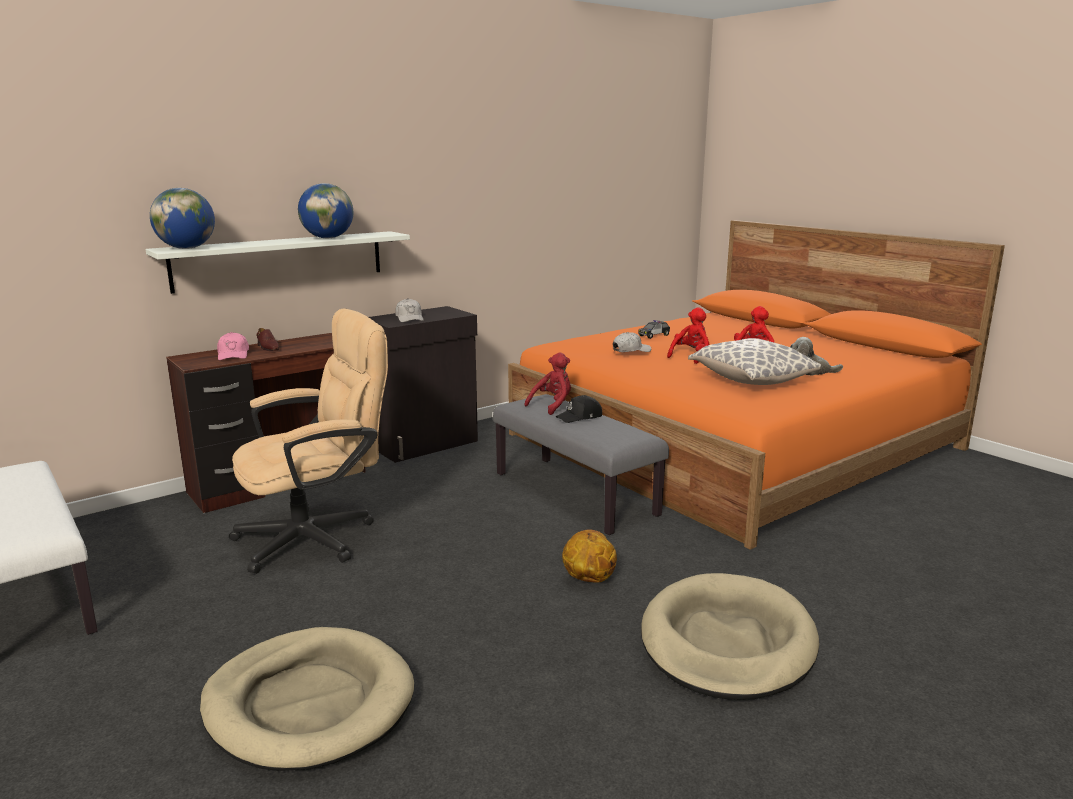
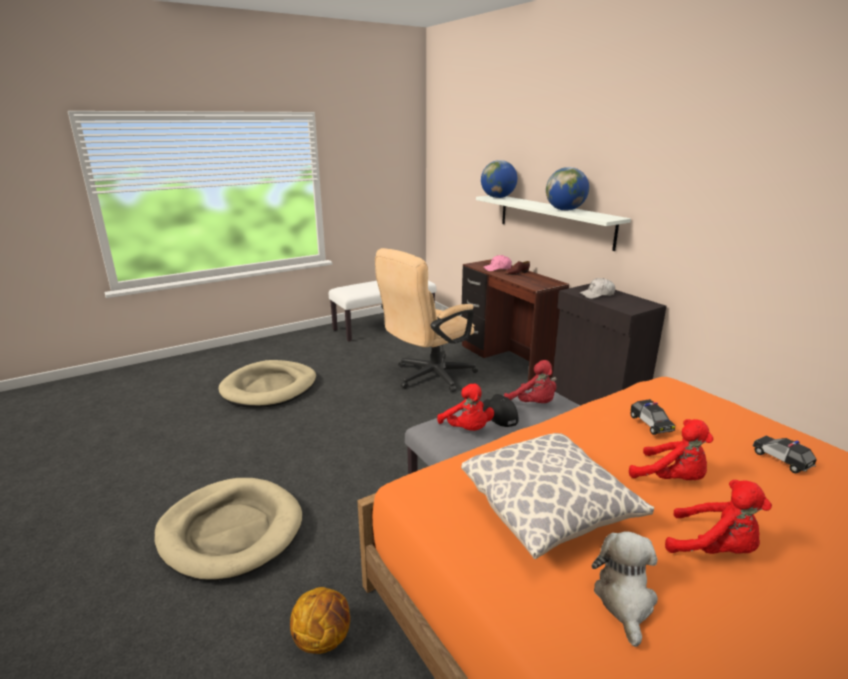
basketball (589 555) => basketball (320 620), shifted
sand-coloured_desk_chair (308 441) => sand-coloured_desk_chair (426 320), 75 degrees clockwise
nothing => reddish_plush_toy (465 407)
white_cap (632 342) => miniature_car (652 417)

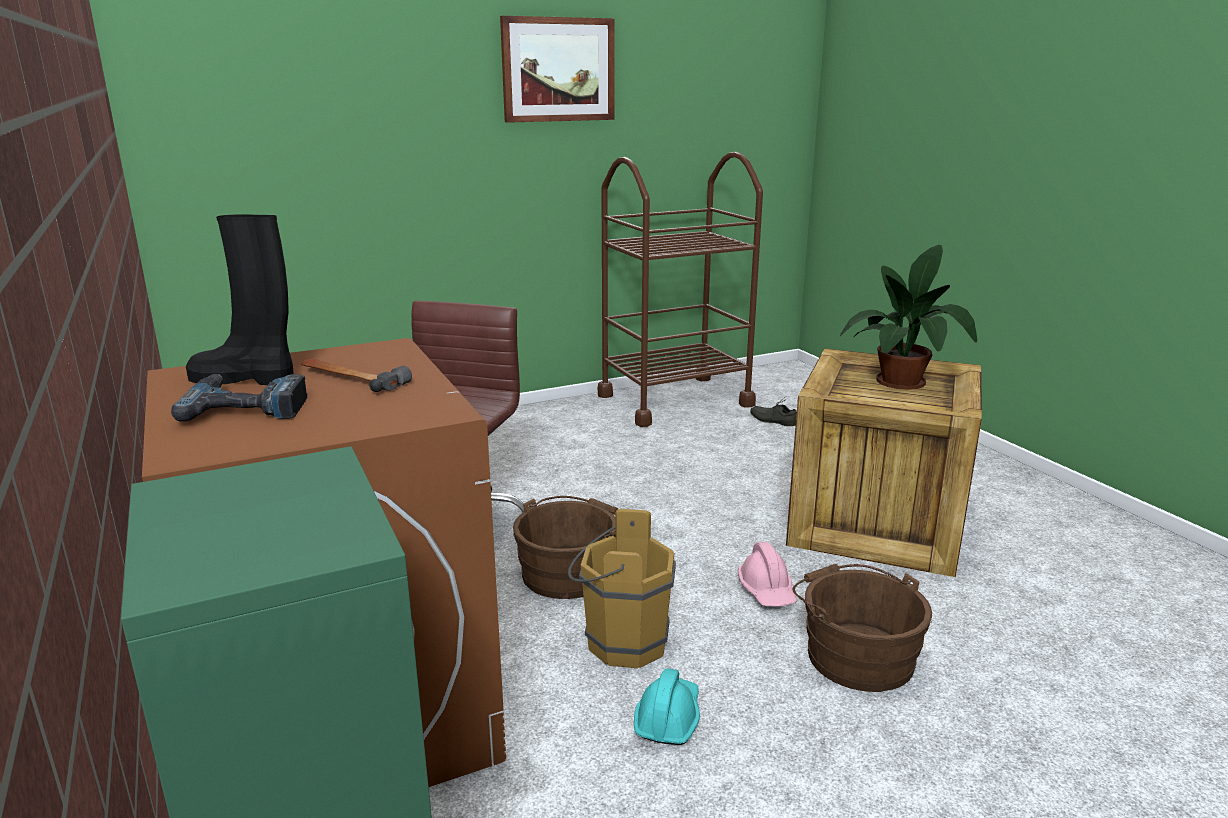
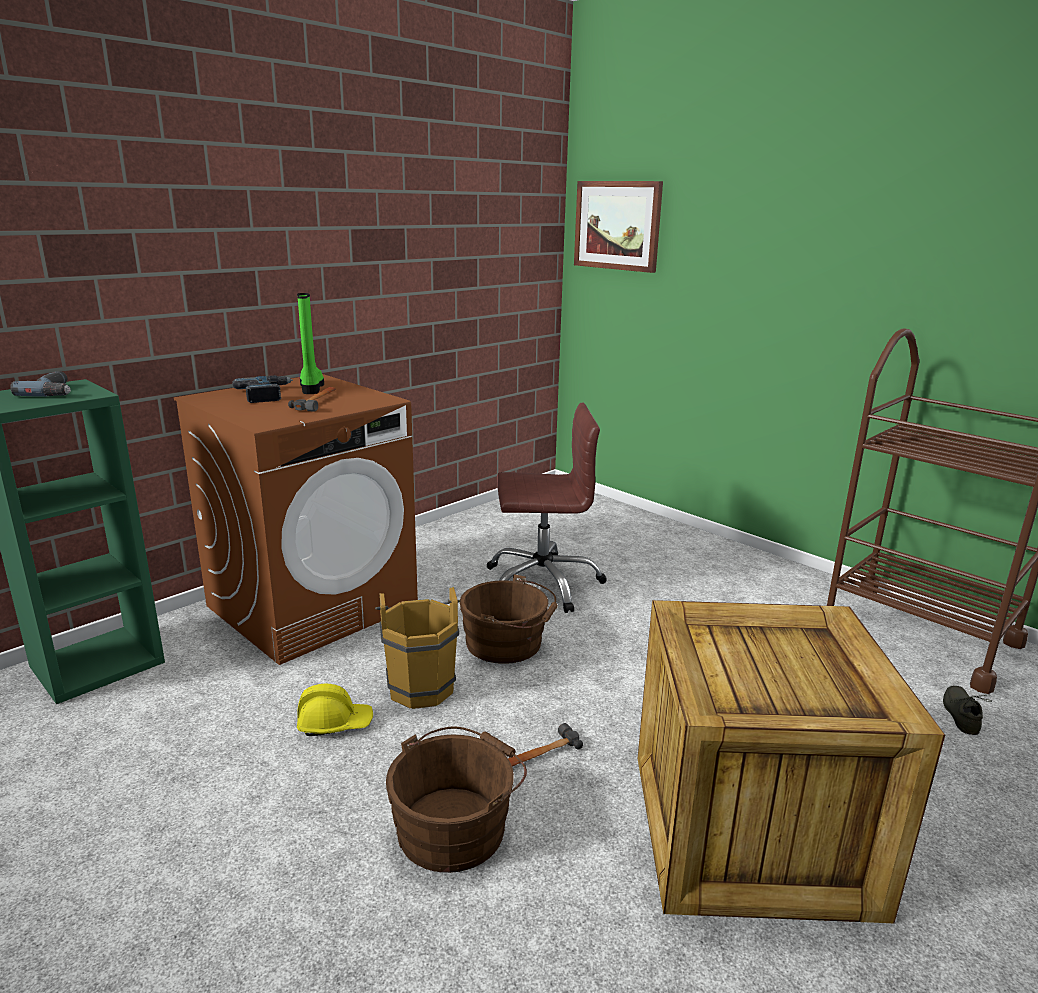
nothing => power_drill (40 384)
black-coloured_high-top_boot (240 299) => green_high-top_boot (310 343)
blue-green_work_helmet (667 706) => yellowish_work_helmet (335 710)
pink-coloured_work_helmet (767 574) => hammer (545 745)
picture (557 69) => picture (618 227), shifted
potted_plant (908 317) => nothing

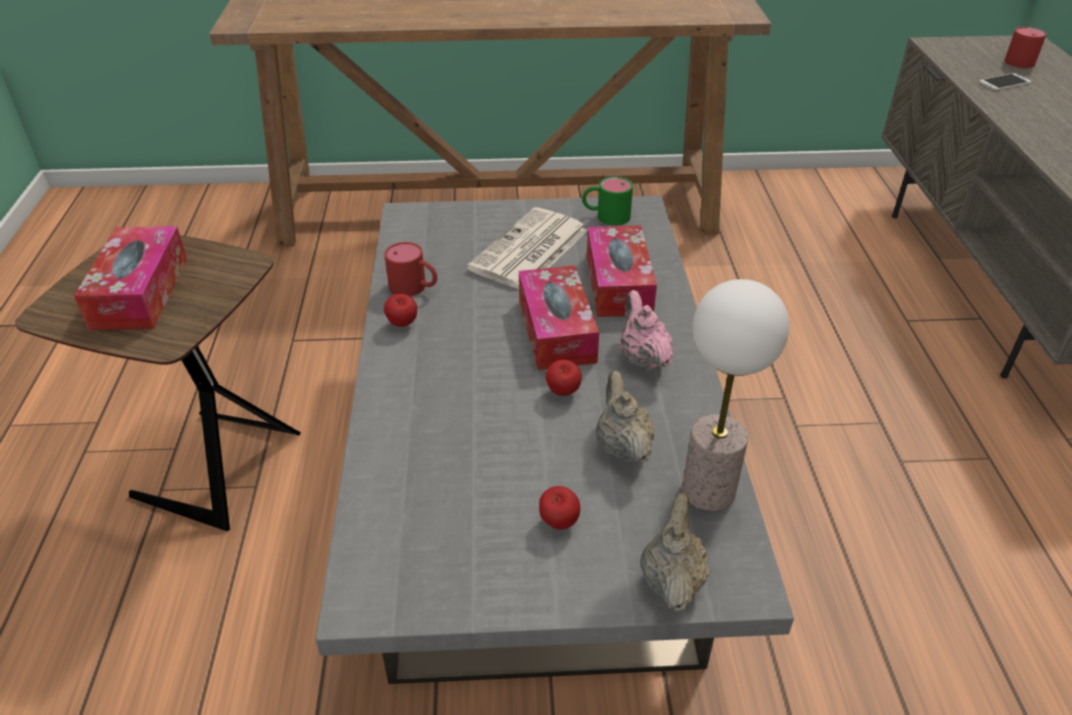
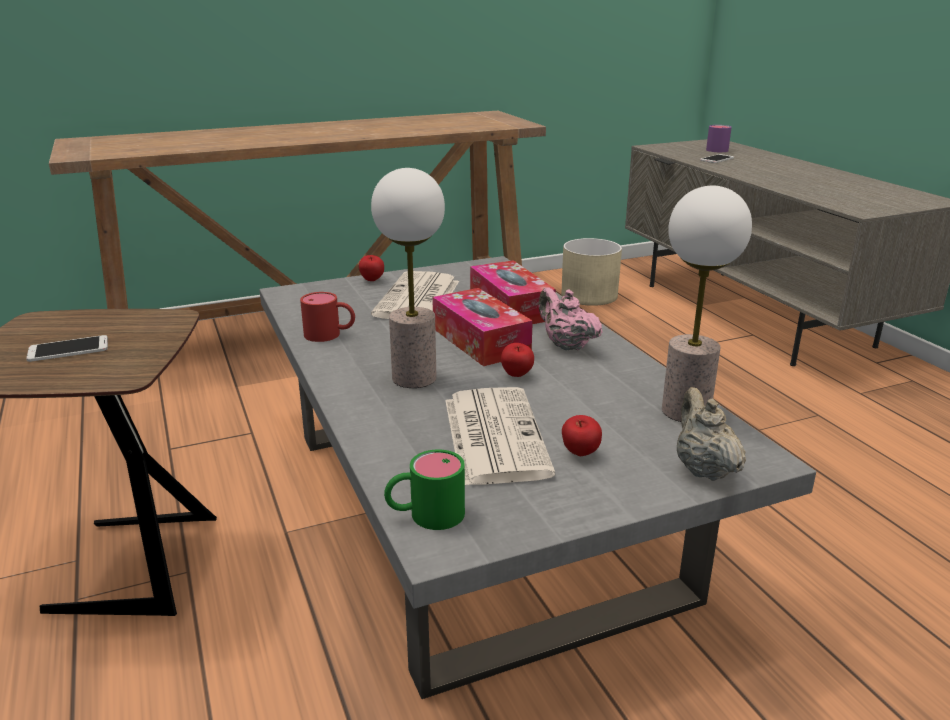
tissue_holder (130 278) => phone (67 348)
apple (400 310) => apple (371 268), shifted
nothing => table_lamp (408 278)
green_tea_mug (607 200) => green_tea_mug (424 489), shifted
nothing => printed_paper (500 436)
nothing => sand-coloured_planter (591 272)
reddish_tea_mug (1025 47) => purple-coloured_tea_mug (719 138)
sand-coloured_teapot (625 416) => nothing

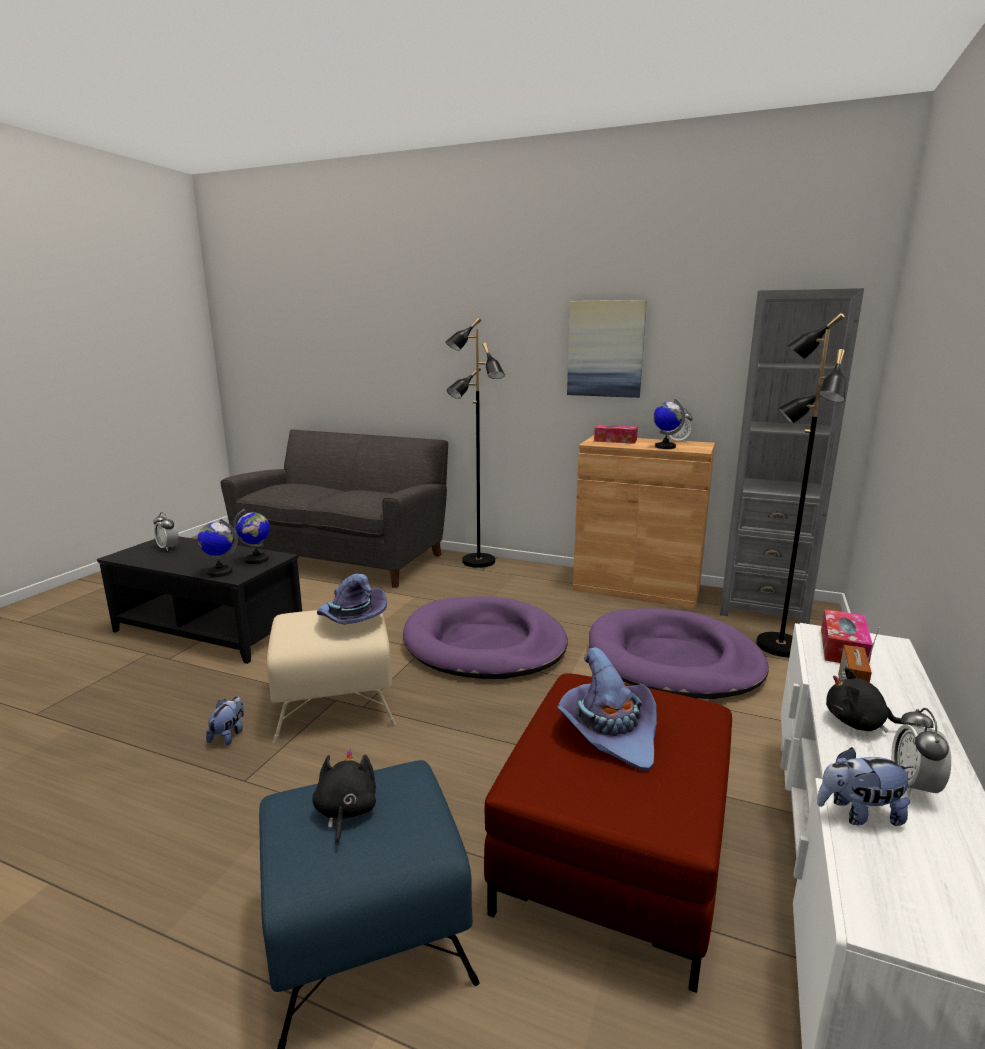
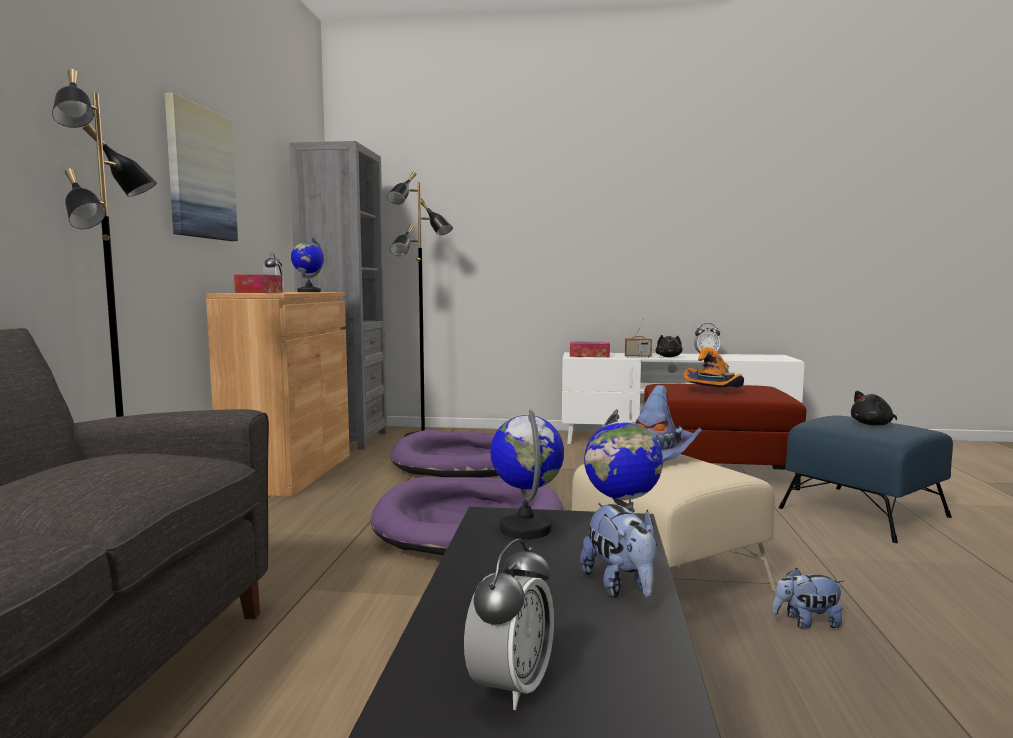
plush_toy (865 786) => plush_toy (618 550), shifted
purple-coloured_hat (607 709) => orangey_hat (714 367)

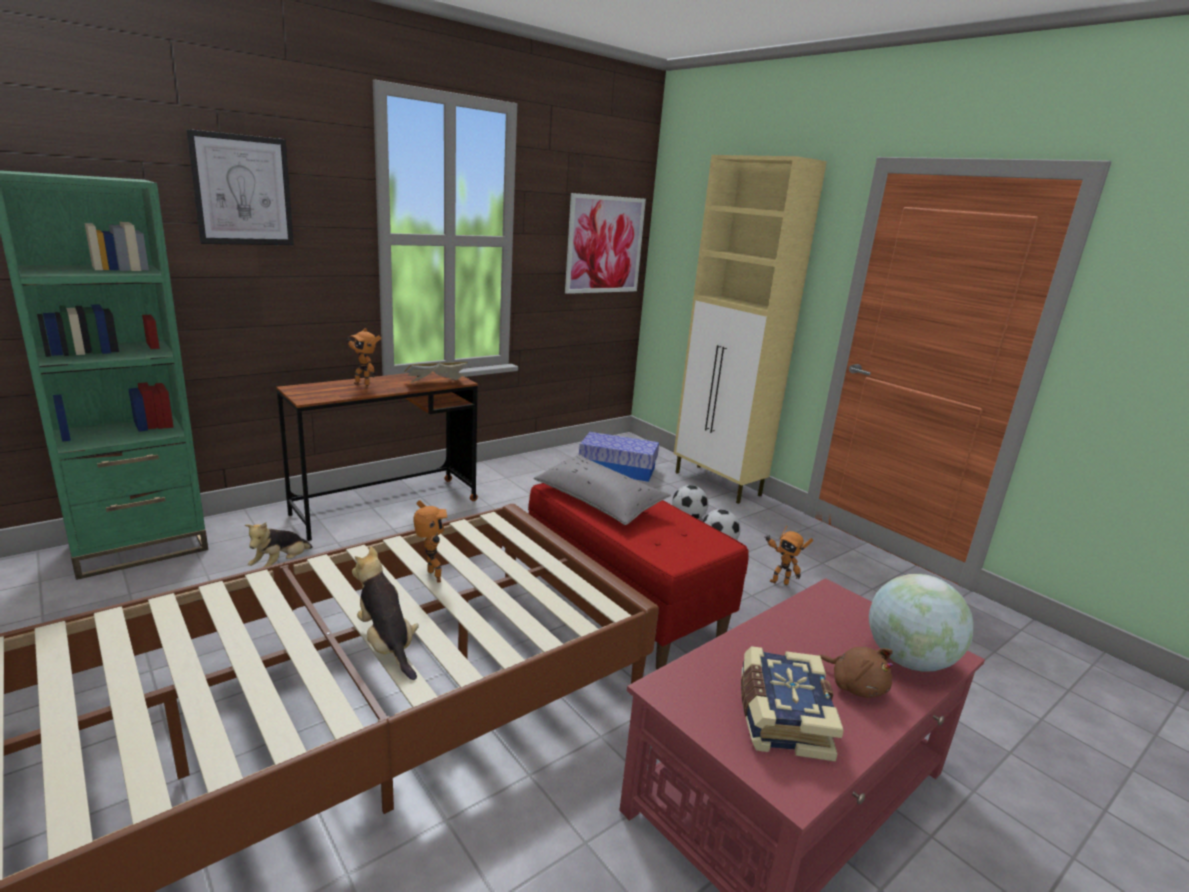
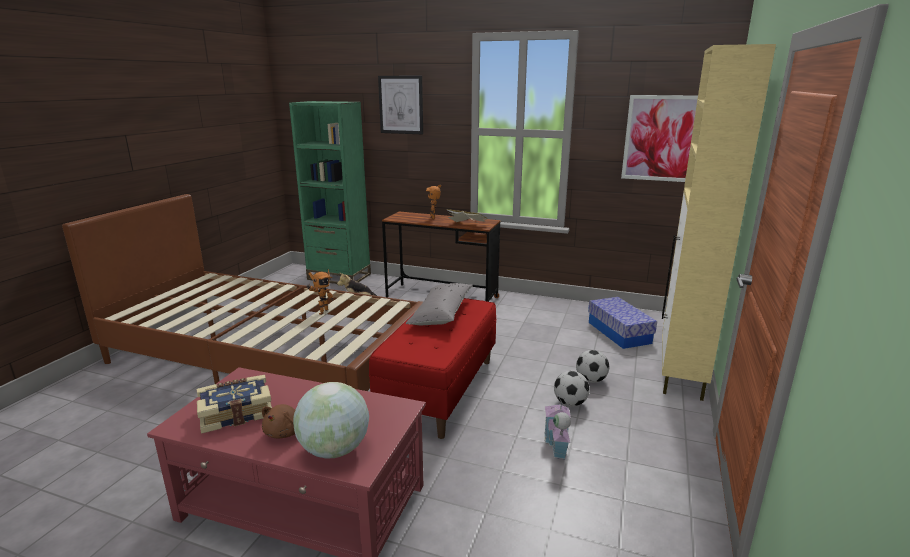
robot_figure (789 555) => toy_house (557 426)
plush_toy (385 613) => nothing

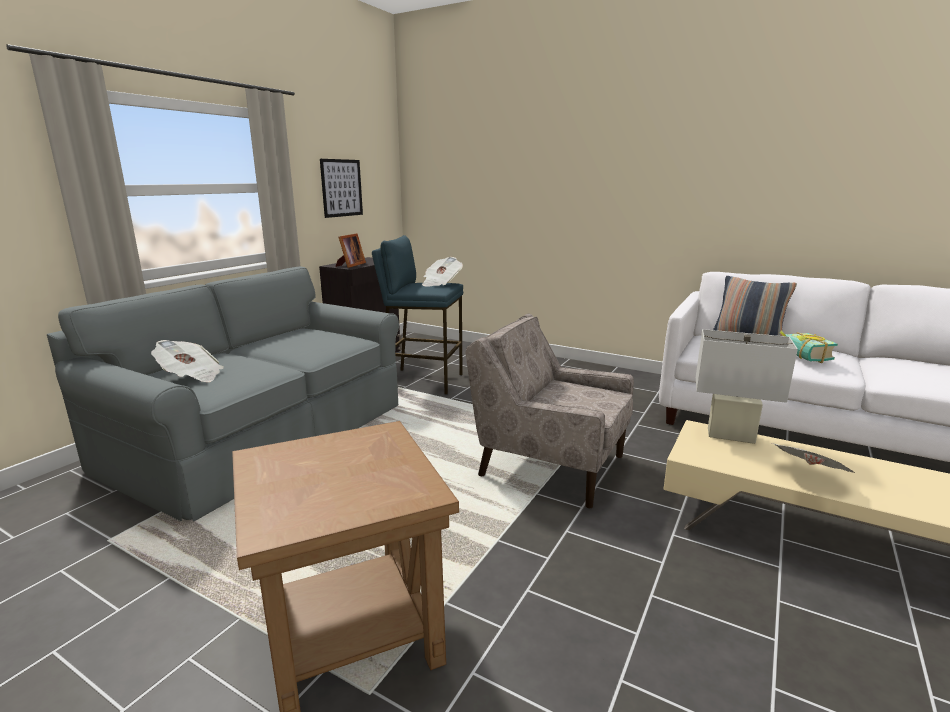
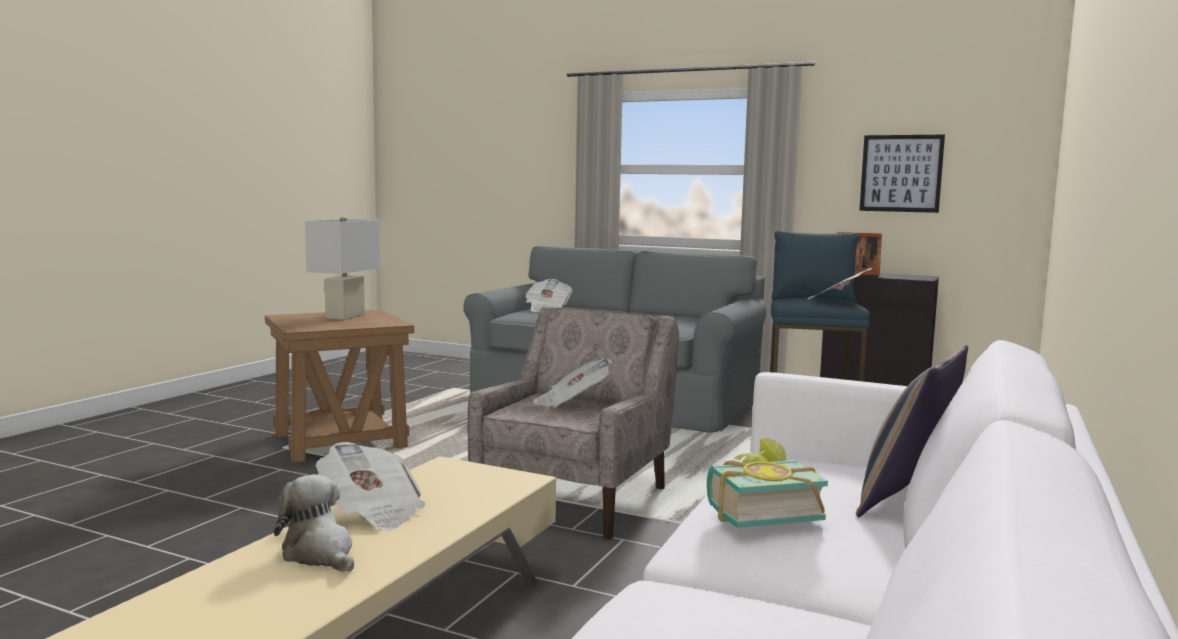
nothing => plush_toy (314 523)
white_table_lamp (747 386) => white_table_lamp (342 269), shifted
nothing => printed_paper (573 383)

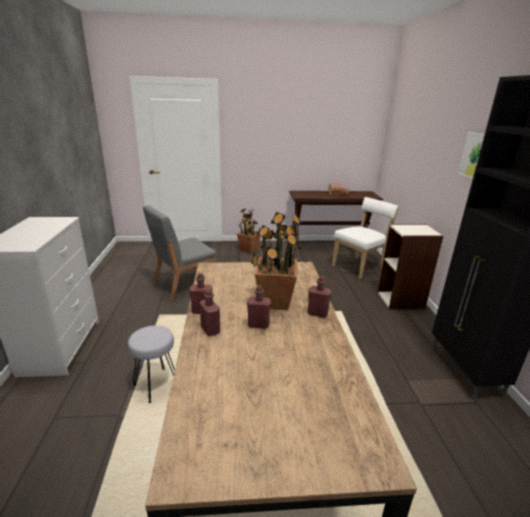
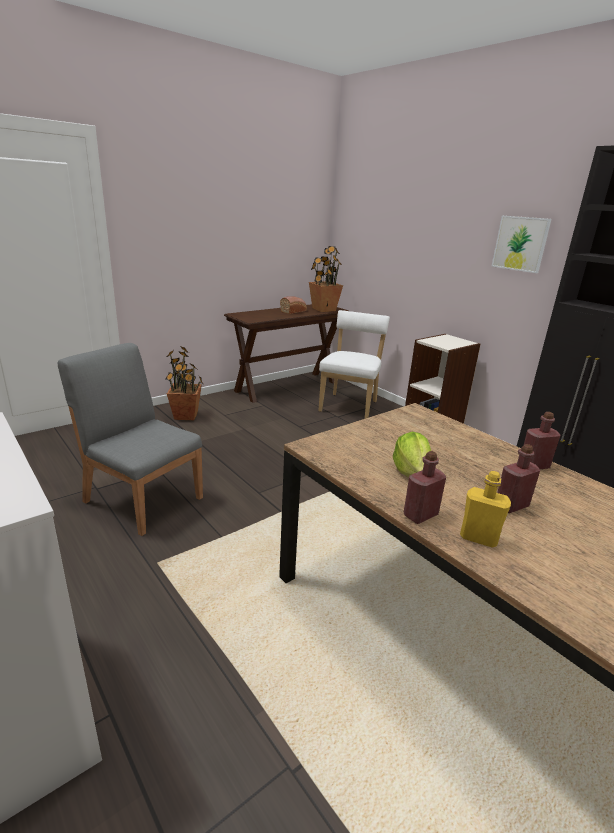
greyish_chair (180 253) => greyish_chair (130 439), 105 degrees clockwise
potted_plant (276 261) => potted_plant (326 279), shifted
nothing => head_of_lettuce (412 454)
reddish_beverage_bottle (209 313) => yellowish_beverage_bottle (485 509)
greyish_stool_seat (151 364) => nothing

